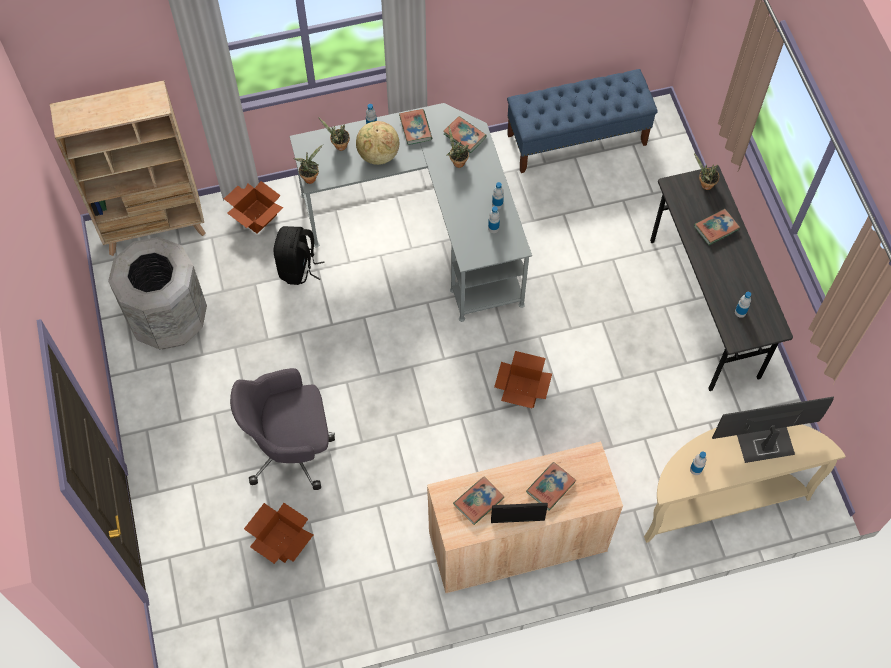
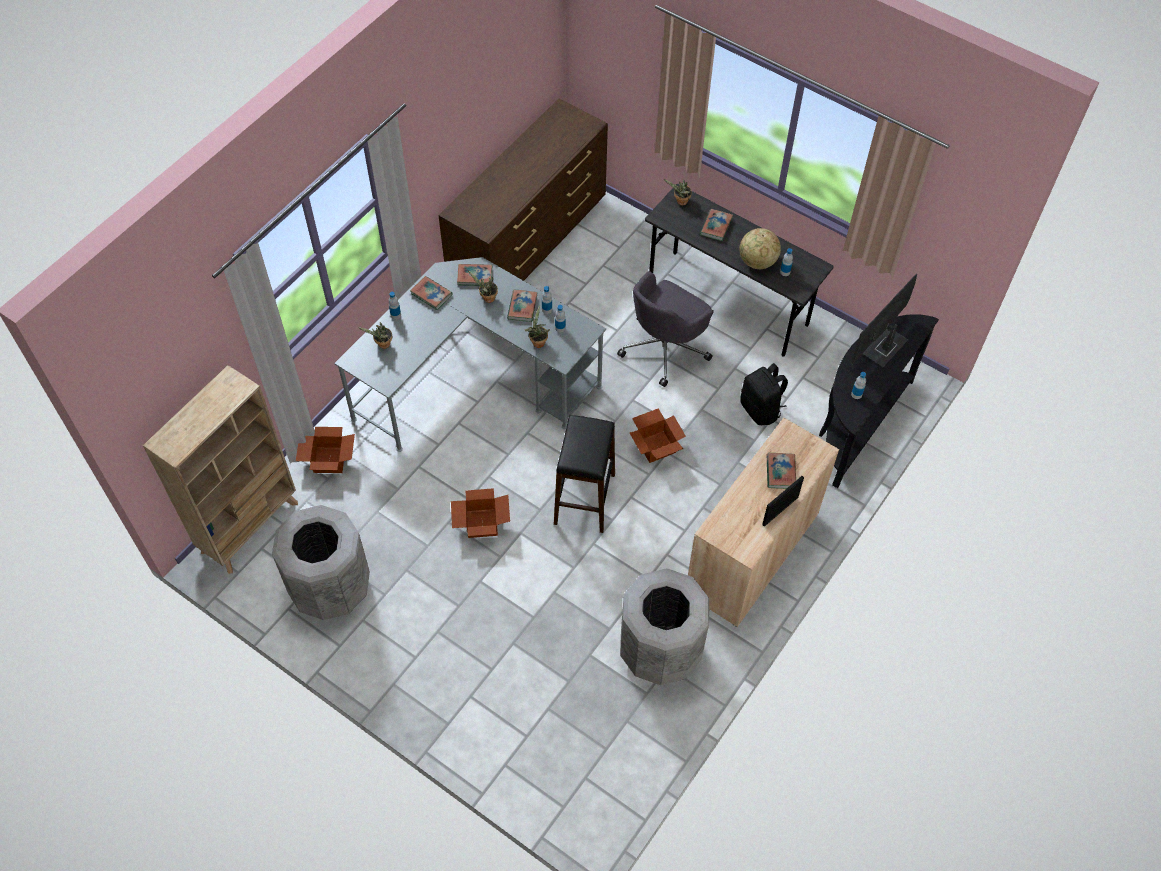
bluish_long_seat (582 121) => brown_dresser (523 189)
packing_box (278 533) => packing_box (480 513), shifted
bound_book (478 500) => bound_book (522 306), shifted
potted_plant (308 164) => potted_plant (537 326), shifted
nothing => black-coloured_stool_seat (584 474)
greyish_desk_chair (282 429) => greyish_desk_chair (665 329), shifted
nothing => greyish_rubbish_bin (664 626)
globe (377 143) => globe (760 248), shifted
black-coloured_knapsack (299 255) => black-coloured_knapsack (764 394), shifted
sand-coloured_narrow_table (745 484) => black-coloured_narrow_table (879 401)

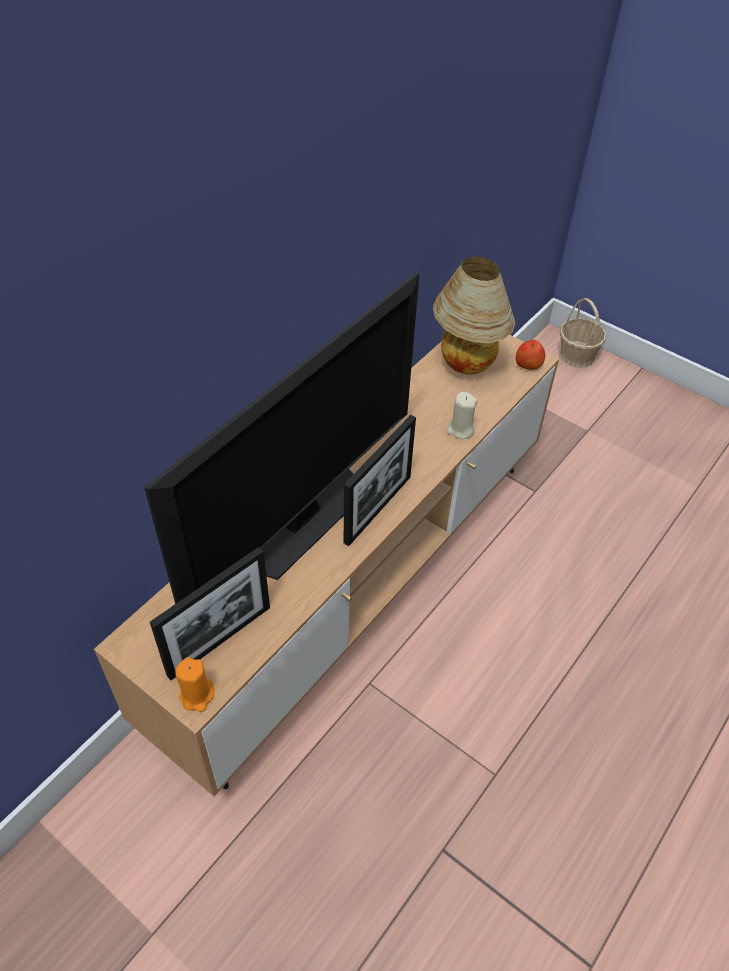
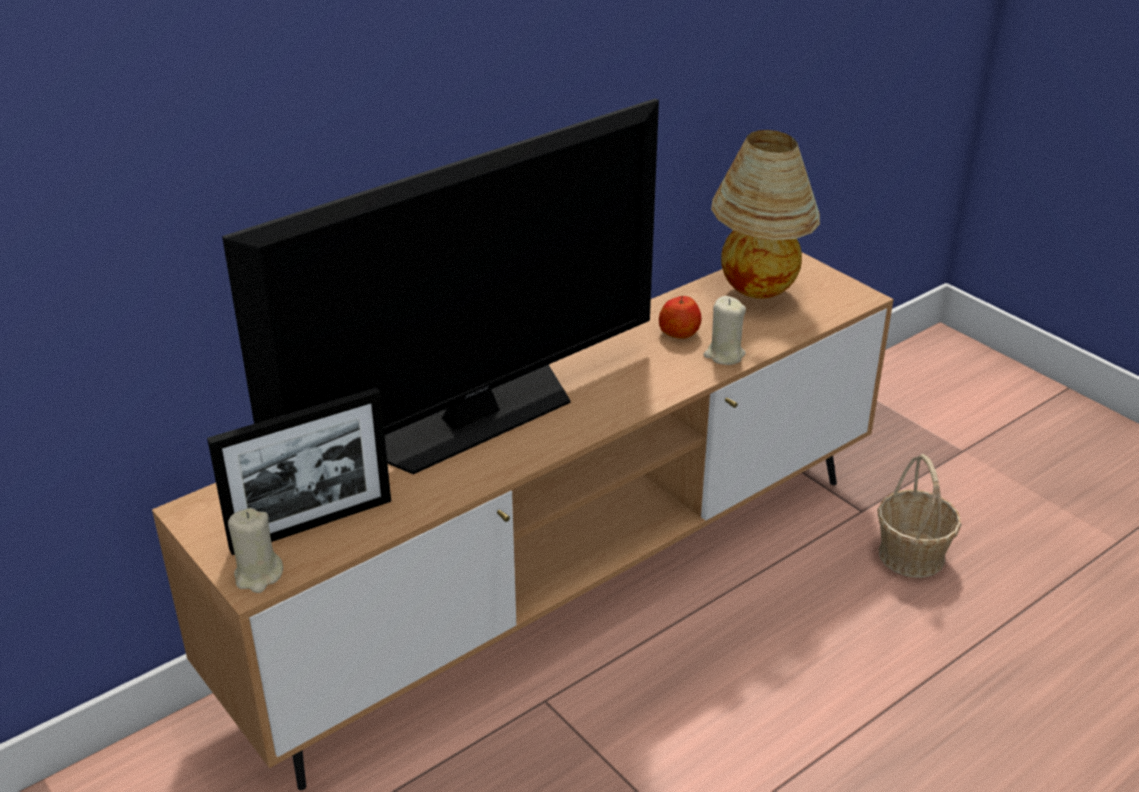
orangey_wax_candle (194 684) => sand-coloured_wax_candle (255 550)
apple (530 355) => apple (680 317), shifted
basket (582 333) => basket (919 516), shifted
photo_frame (380 480) => nothing

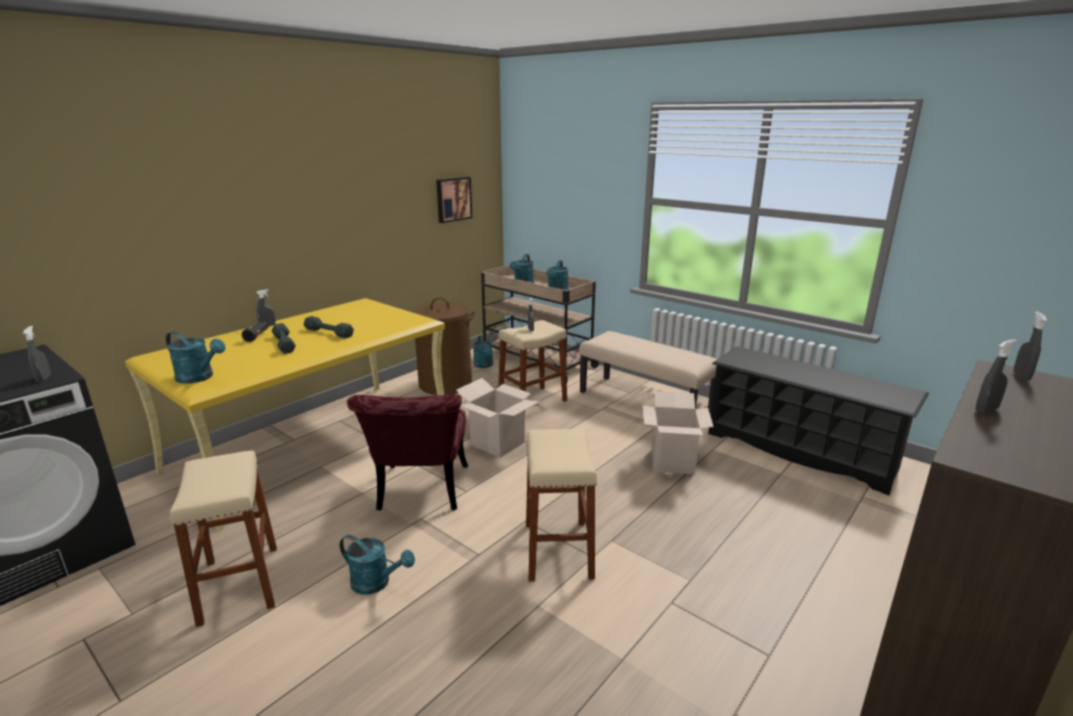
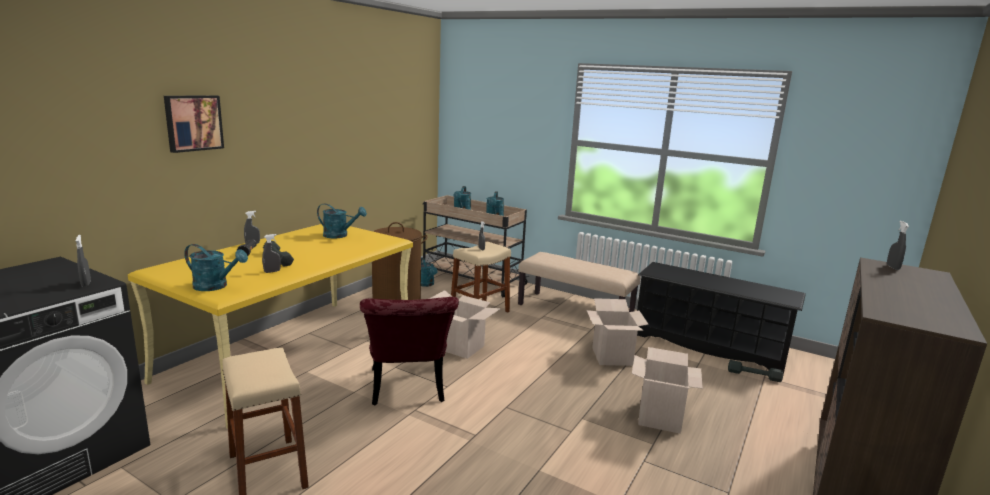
picture (454 200) => picture (194 124), shifted
greyish_hand_sprayer (996 376) => greyish_hand_sprayer (271 253), shifted
blue-green_watering_pot (377 565) => blue-green_watering_pot (342 221), shifted
nothing => packing_box (667 390)
greyish_free_weight (328 327) => greyish_free_weight (755 371), shifted
sand-coloured_stool_seat (561 505) => nothing

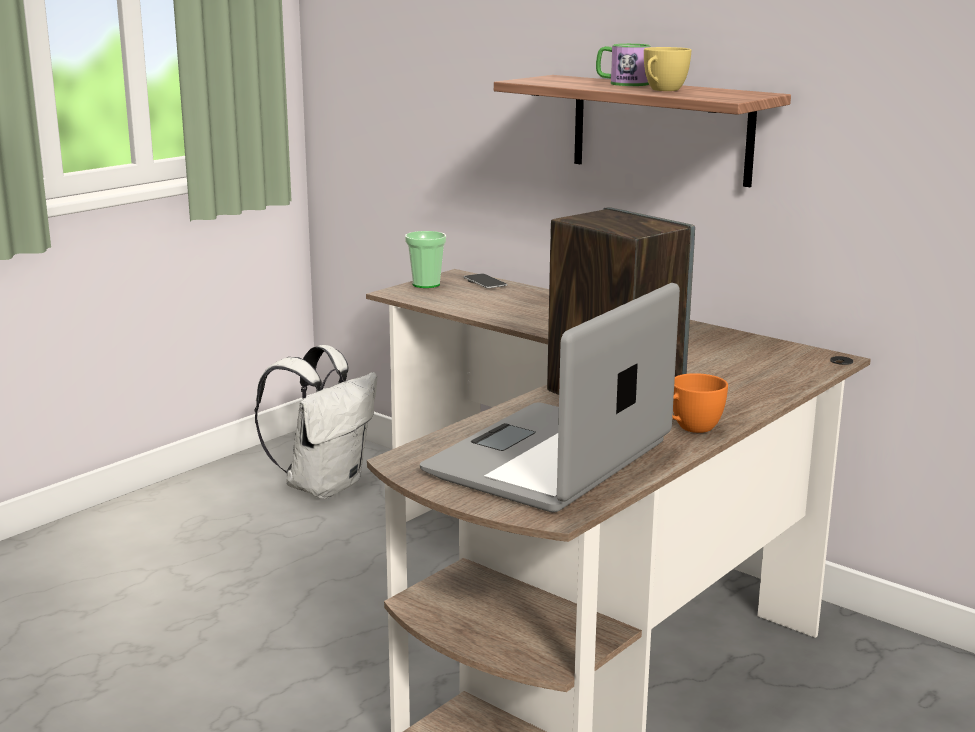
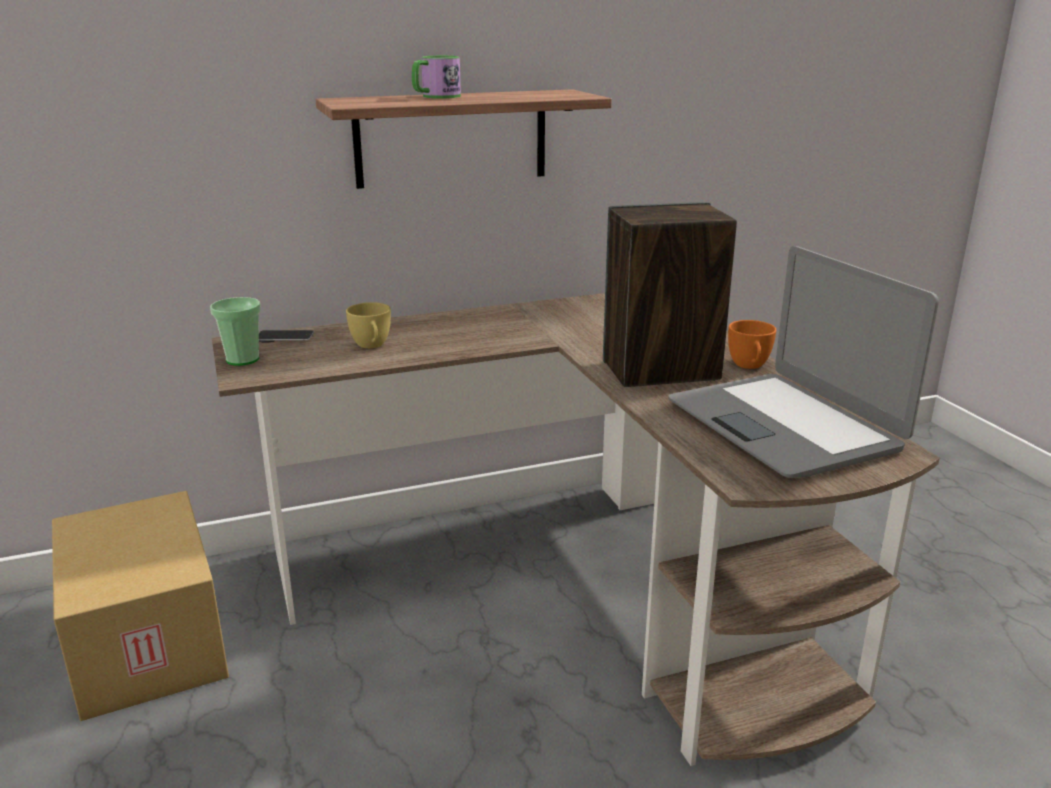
white_knapsack (316 422) => packing_box (140 606)
yellowish_small_cup (667 69) => yellowish_small_cup (368 325), shifted

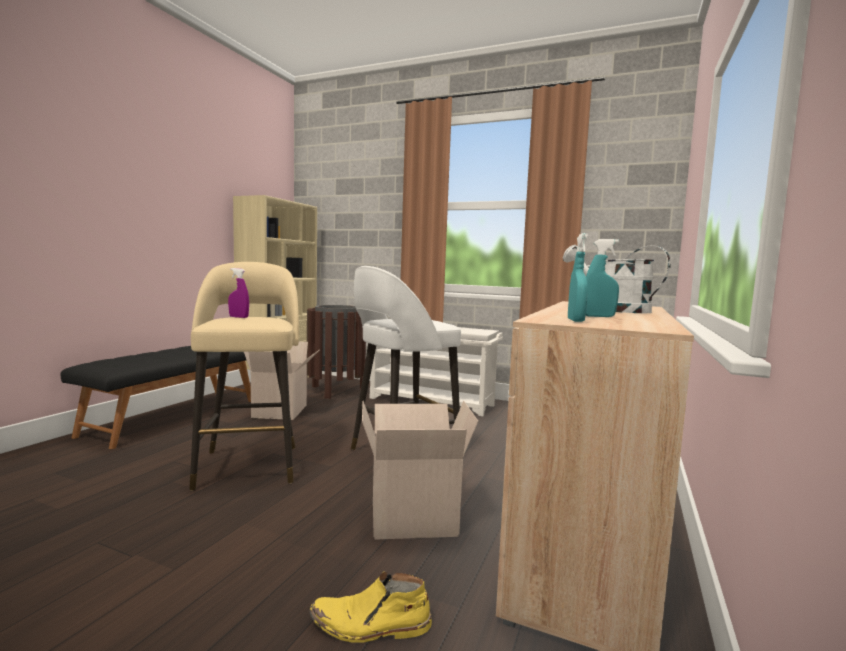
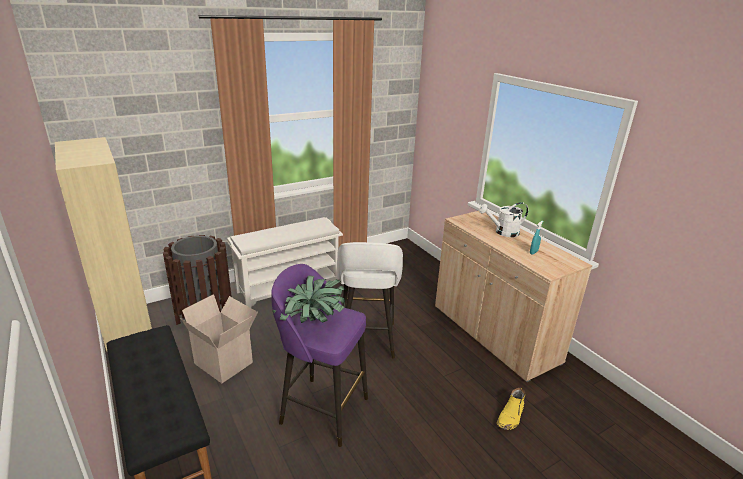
sand-coloured_stool_seat (244 376) => purple-coloured_stool_seat (319 355)
purple-coloured_hand_sprayer (238 293) => potted_plant (309 299)
packing_box (420 470) => nothing
blue-green_hand_sprayer (578 277) => nothing

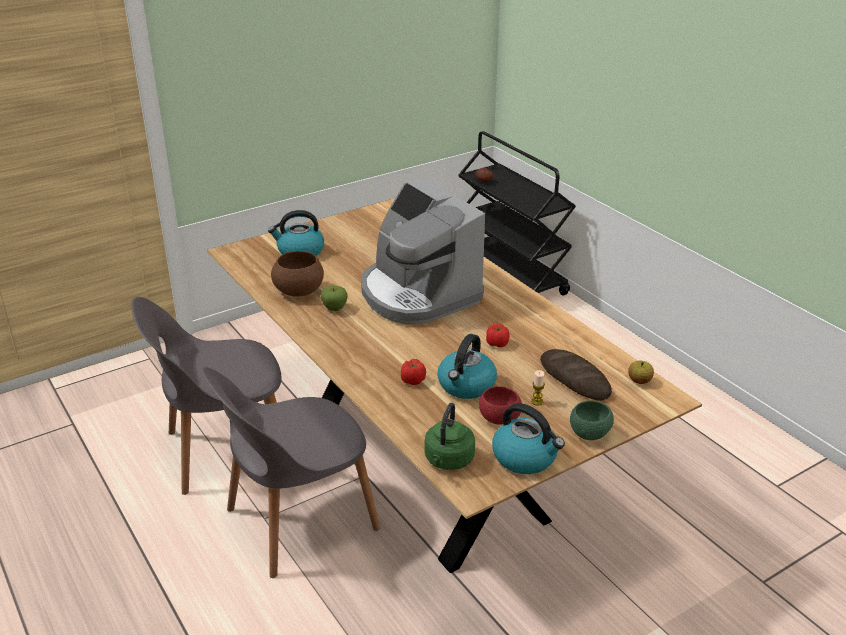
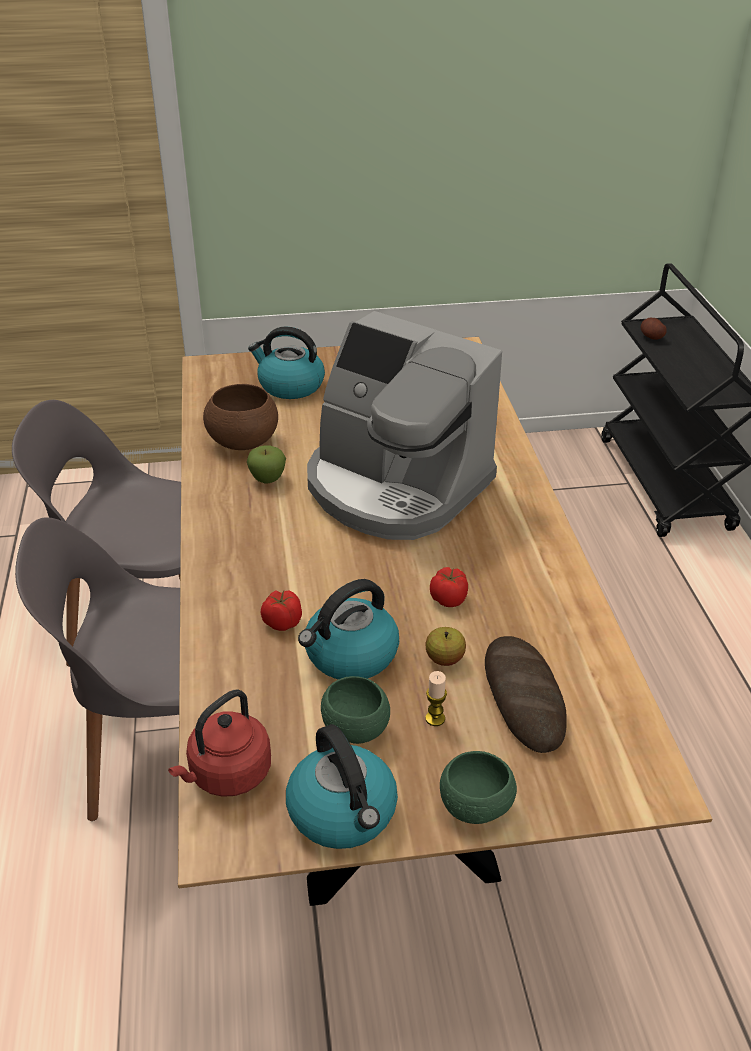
green_tea_kettle (449 436) => reddish_tea_kettle (219 743)
coffee_machine (423 252) => coffee_machine (404 425), 45 degrees counterclockwise
reddish_serving_bowl (500 405) => green_serving_bowl (355 710)
apple (641 372) => apple (446 646), shifted

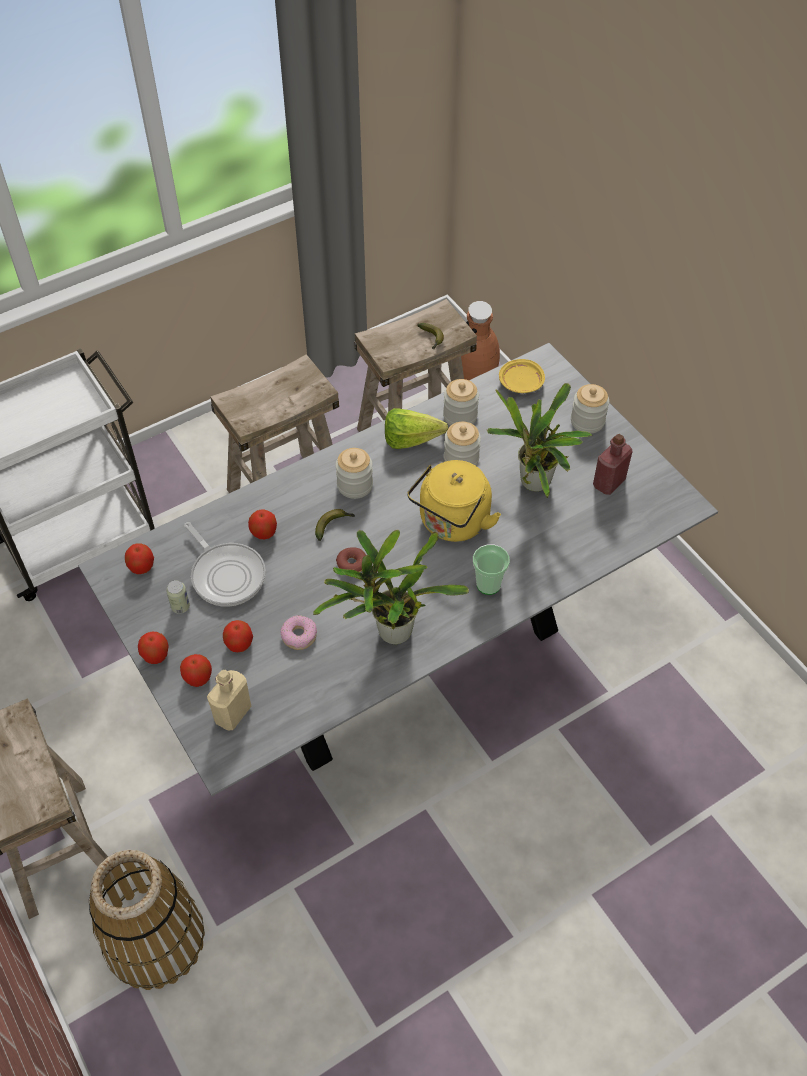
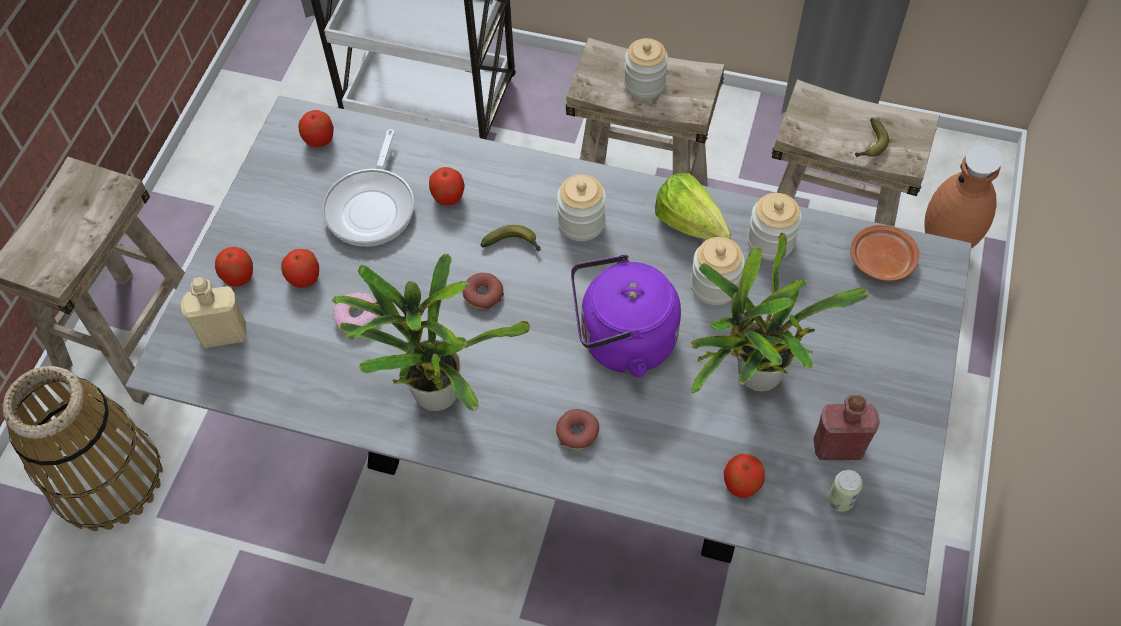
small_cup (491 569) => ring_doughnut (577 429)
yellowish_tea_kettle (454 501) => purple-coloured_tea_kettle (626 316)
preserve_jar (590 408) => preserve_jar (646 68), shifted
apple (153 648) => apple (744 476), shifted
metal_can (178 597) => metal_can (845 491), shifted
yellowish_flat_dish (522 376) => brown_flat_dish (884 253)

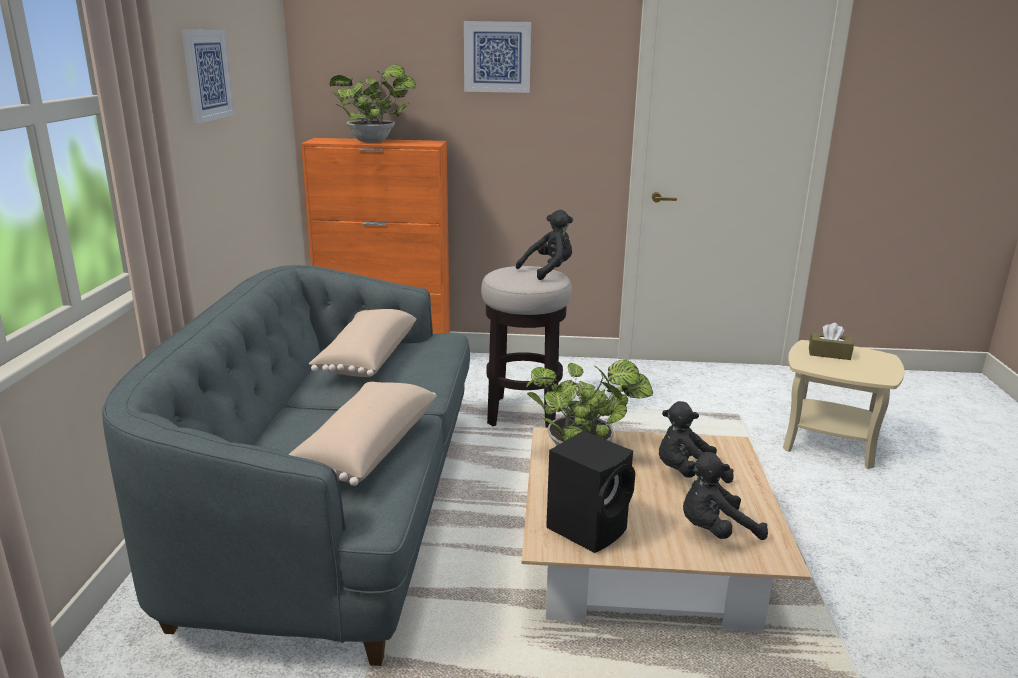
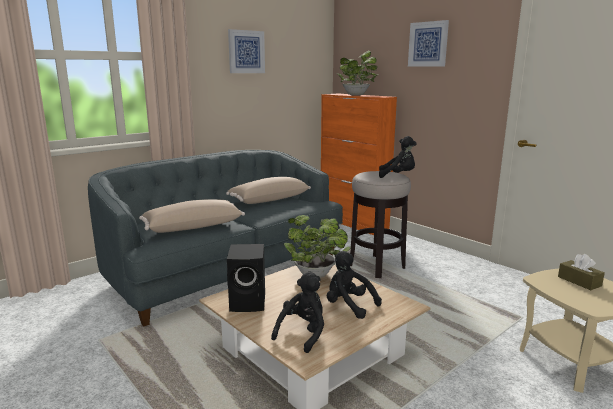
black-coloured_plush_toy (725 496) => black-coloured_plush_toy (297 312), 90 degrees clockwise

